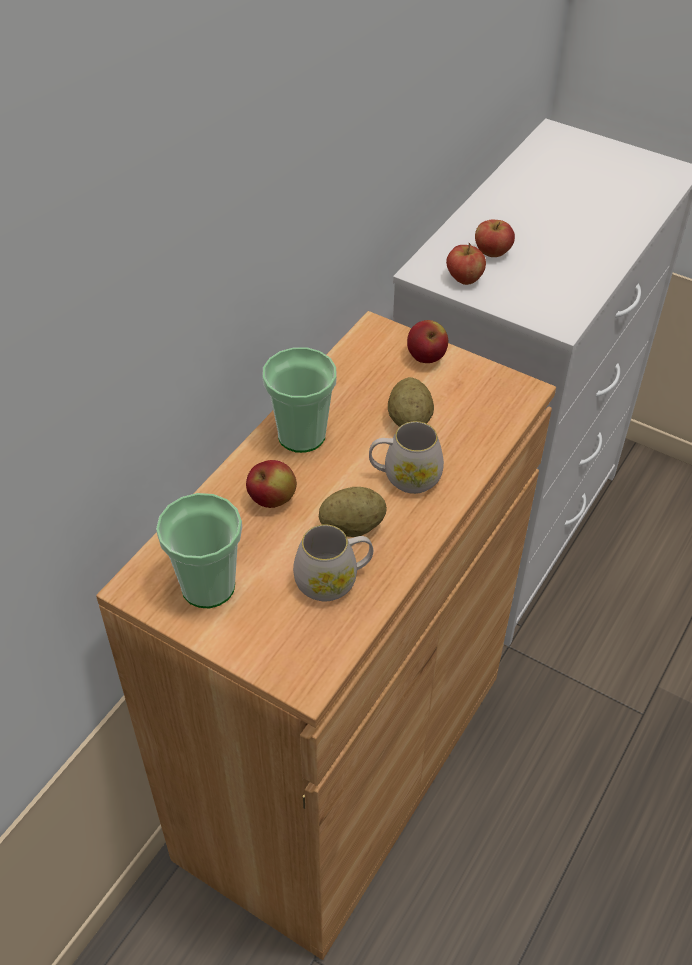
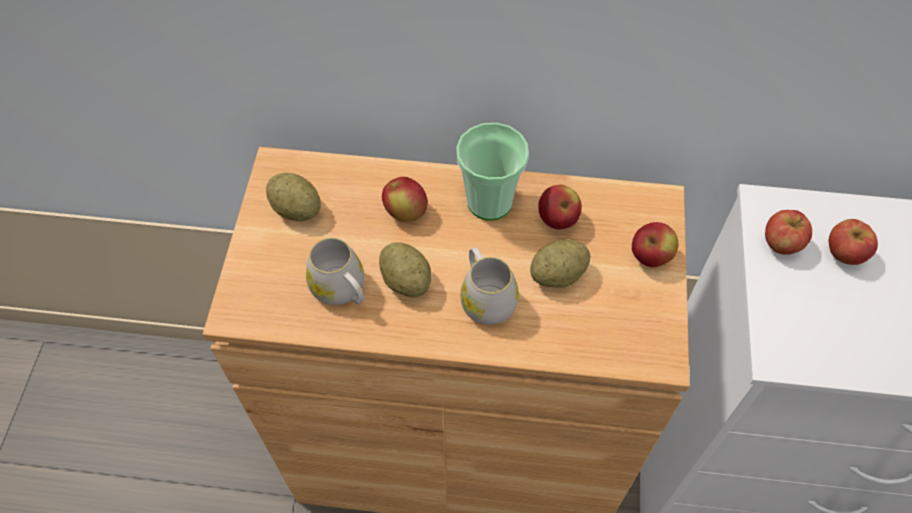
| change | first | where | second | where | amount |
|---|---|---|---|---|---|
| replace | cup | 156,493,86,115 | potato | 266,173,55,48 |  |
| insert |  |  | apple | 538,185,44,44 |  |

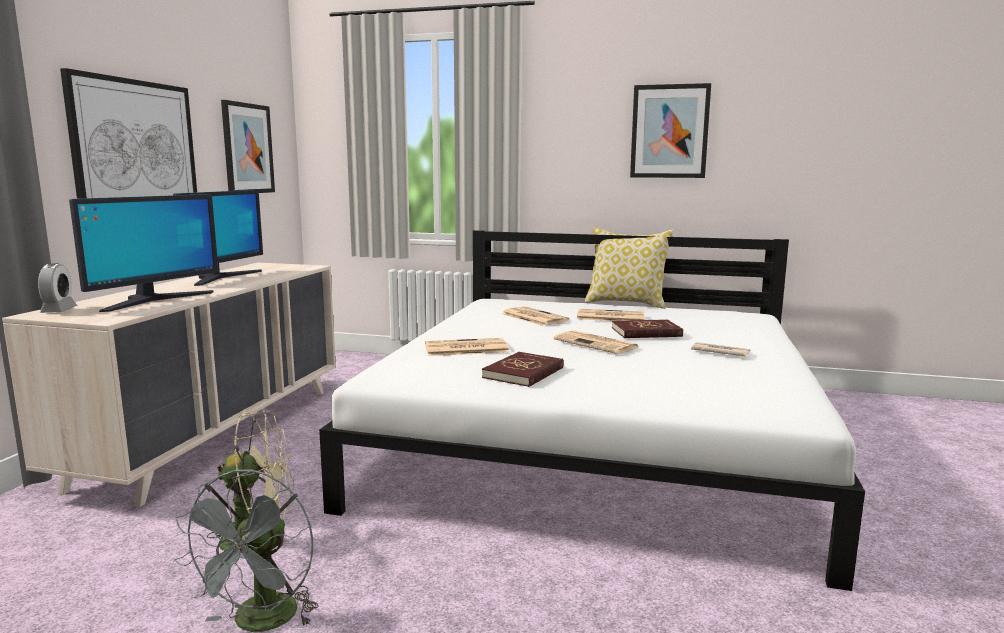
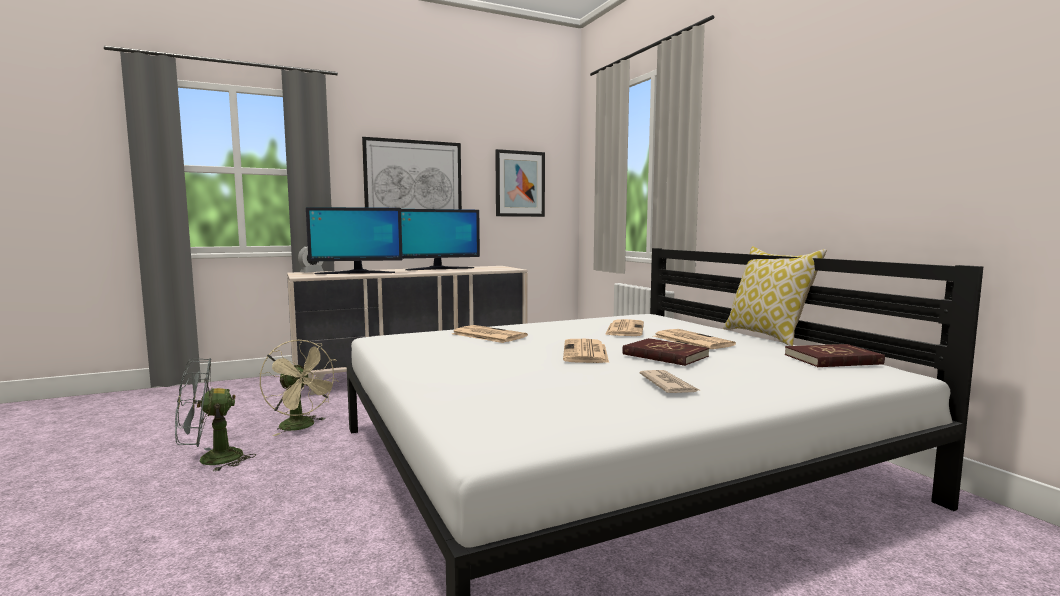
| change | first | where | second | where | amount |
|---|---|---|---|---|---|
| delete | picture | 630,83,81,95 |  |  |  |
| move | book in red | 482,352,82,35 |  | 785,344,100,23 |  |

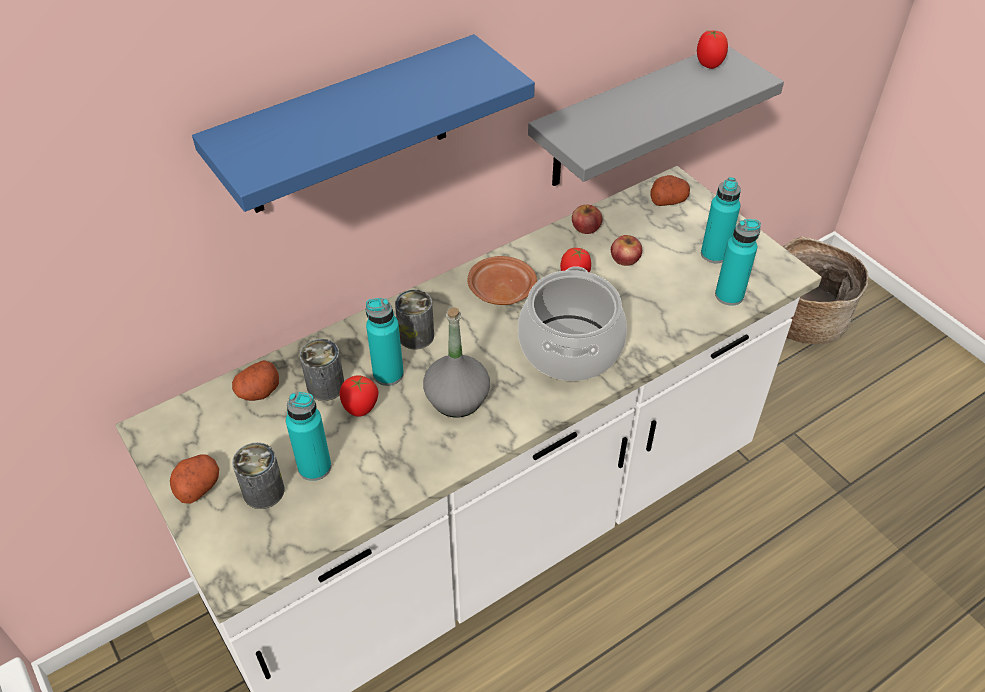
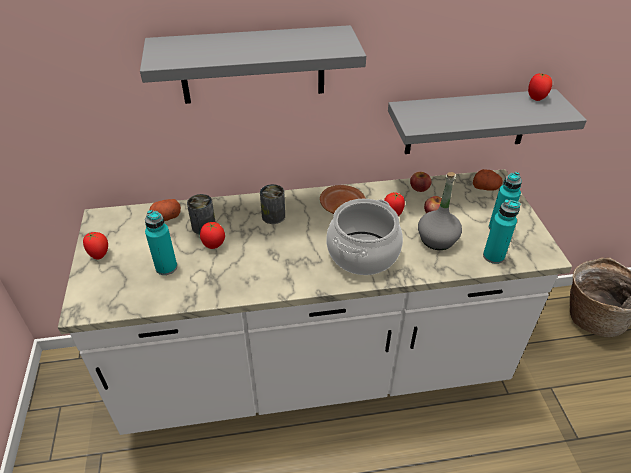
| change | first | where | second | where | amount |
|---|---|---|---|---|---|
| recolor | shelf in blue | 192,34,343,179 | shelf in grey | 140,25,226,79 |  |
| delete | bottle in turquoise | 366,298,38,88 |  |  |  |
| move | bottle in grey | 423,307,67,111 |  | 418,172,44,78 |  |
| delete | can | 232,442,53,67 |  |  |  |
| replace | potato | 170,454,49,50 | tomato | 83,232,25,28 |  |

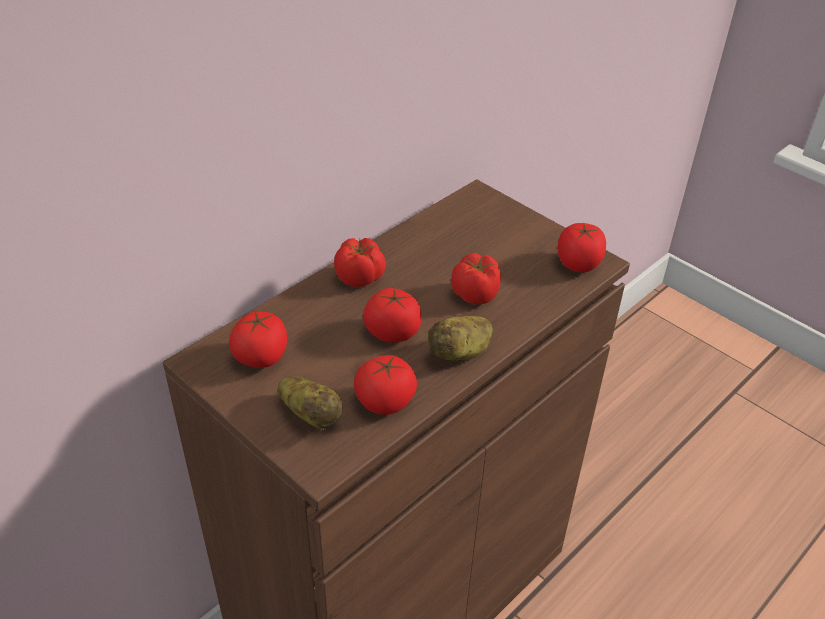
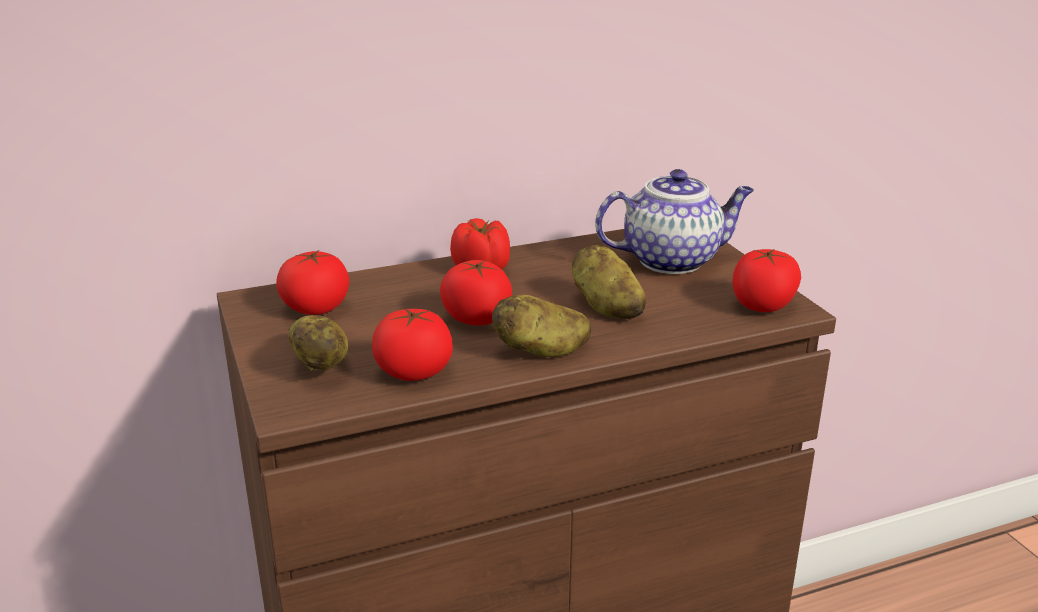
| change | first | where | second | where | amount |
|---|---|---|---|---|---|
| replace | tomato | 451,253,50,52 | potato | 572,245,75,74 |  |
| insert |  |  | teapot | 595,169,159,105 |  |

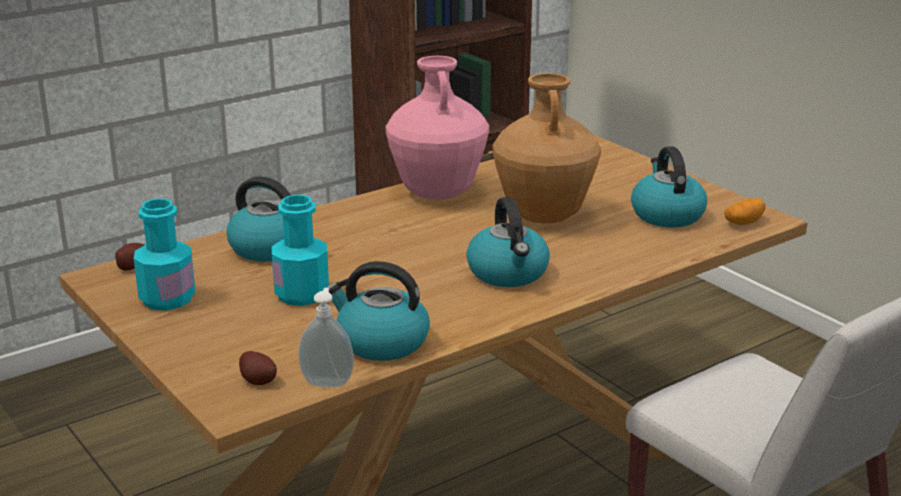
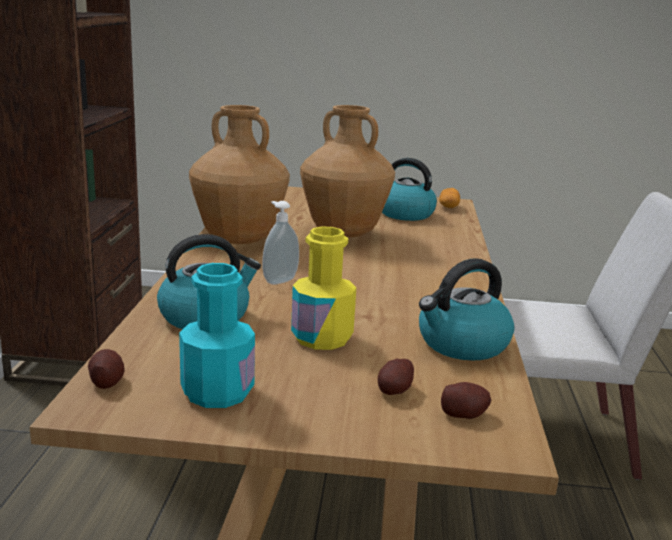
| change | first | where | second | where | amount |
|---|---|---|---|---|---|
| recolor | vase in pink | 386,56,103,144 | vase in brown | 189,105,101,139 |  |
| recolor | bottle in turquoise | 272,195,57,111 | bottle in yellow | 291,227,65,123 |  |
| delete | kettle | 466,197,84,90 |  |  |  |
| move | soap dispenser | 298,288,56,99 |  | 262,201,37,84 |  |
| insert |  |  | potato | 378,359,36,36 |  |

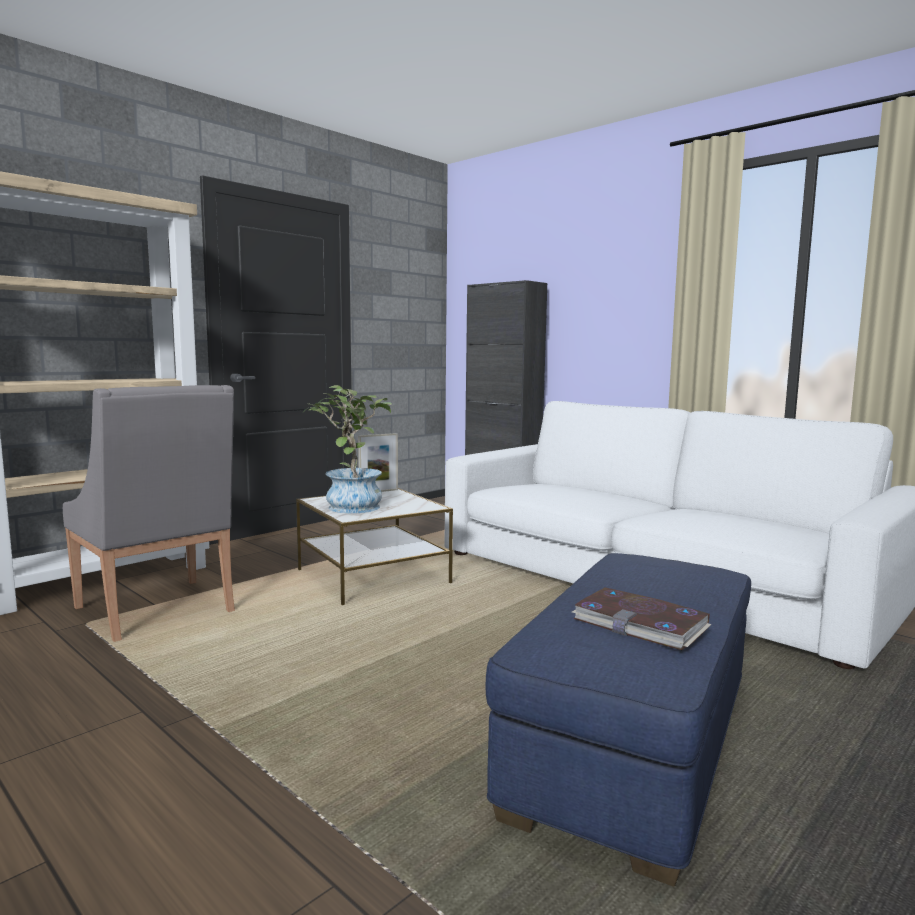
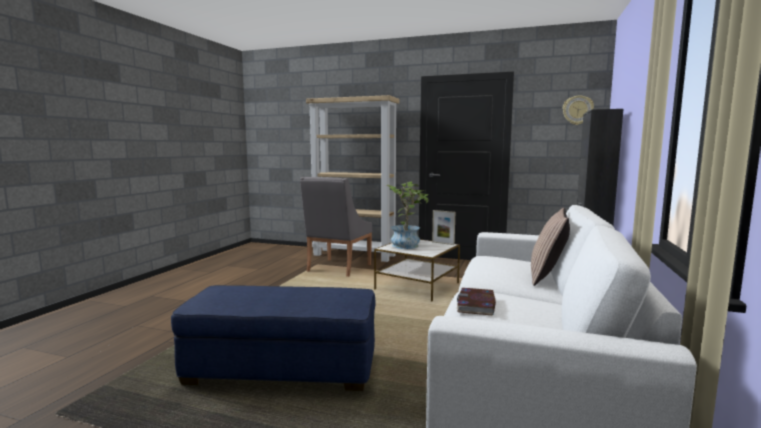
| change | first | where | second | where | amount |
|---|---|---|---|---|---|
| move | book | 572,587,140,63 |  | 457,288,39,27 |  |
| insert |  |  | wall clock | 563,95,31,30 |  |
| insert |  |  | pillow | 531,208,39,78 |  |

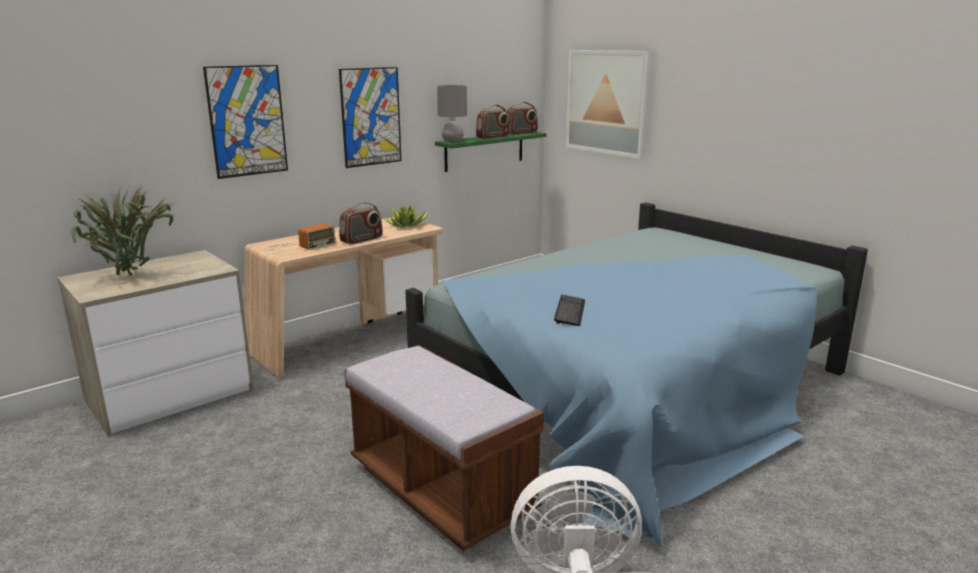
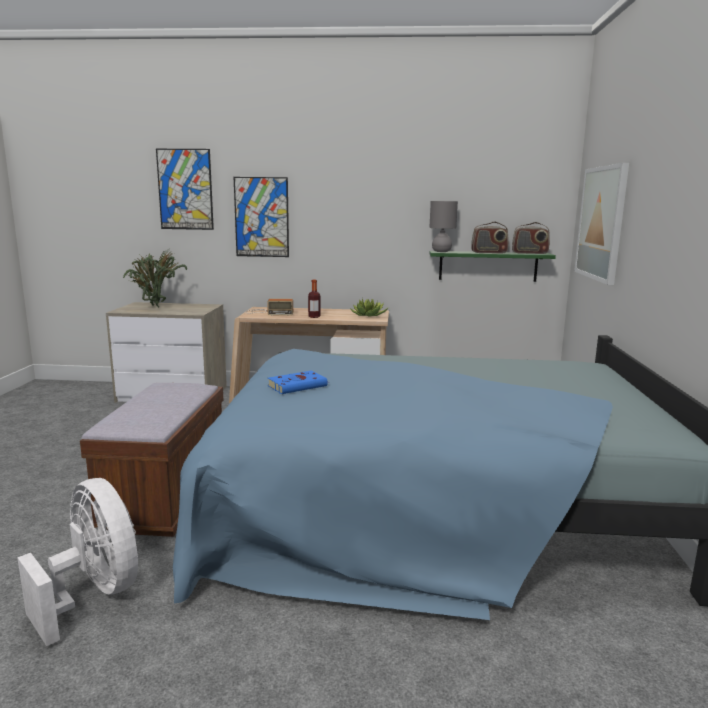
| change | first | where | second | where | amount |
|---|---|---|---|---|---|
| move | picture | 339,67,63,101 |  | 156,149,58,81 |  |
| replace | radio | 339,202,44,42 | bottle | 308,280,12,38 |  |
| replace | keyboard | 554,295,31,31 | book in blue | 268,371,60,23 |  |

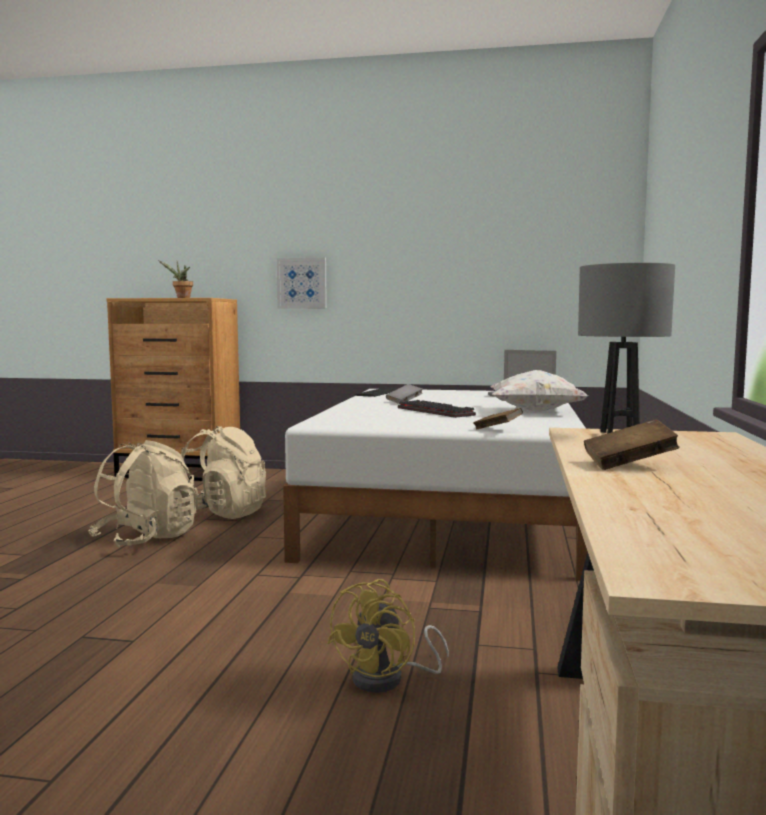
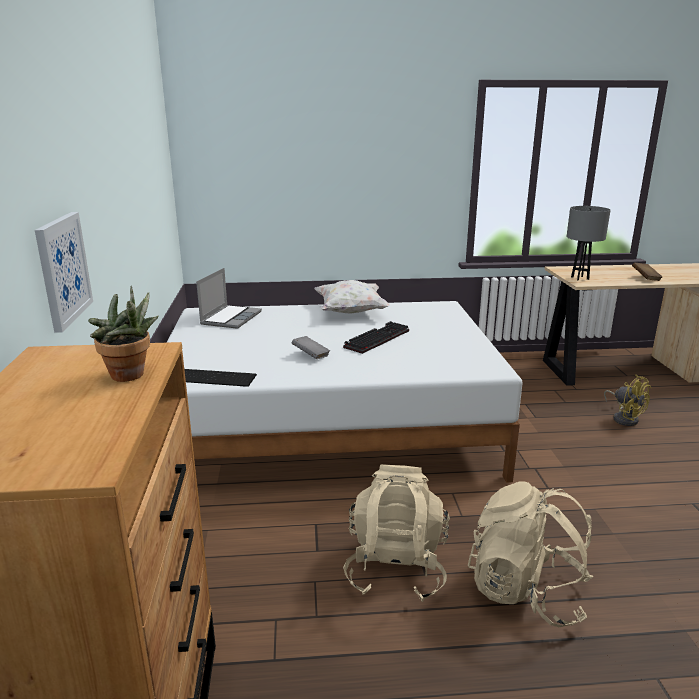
| change | first | where | second | where | amount |
|---|---|---|---|---|---|
| delete | book in brown | 474,408,49,22 |  |  |  |
| rotate | fan in yellow | 327,579,122,114 |  | 604,374,47,52 | 45 degrees clockwise |

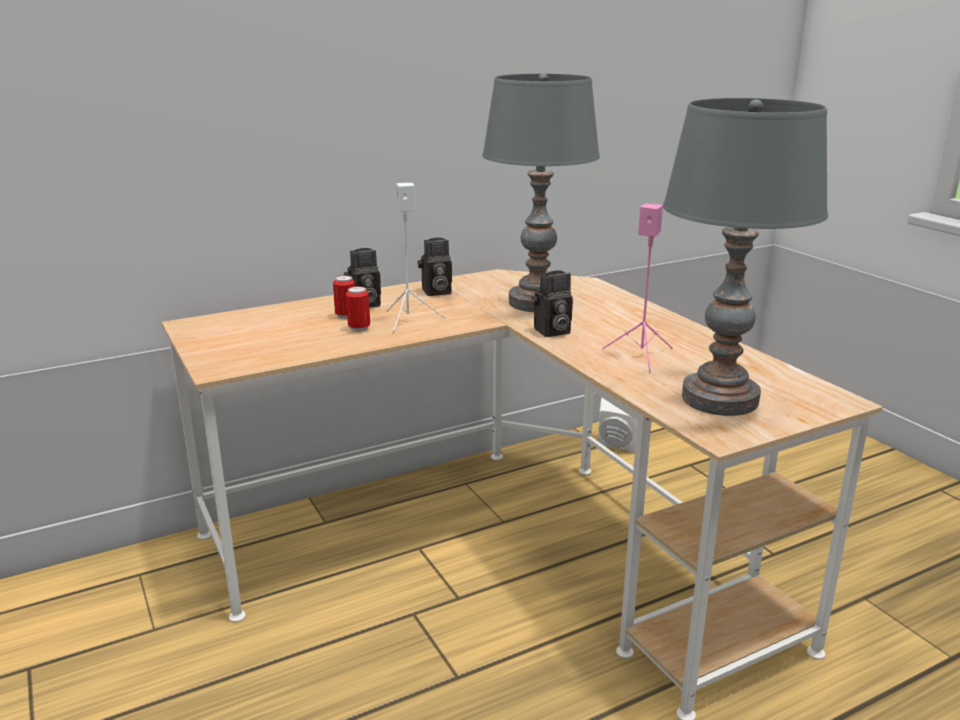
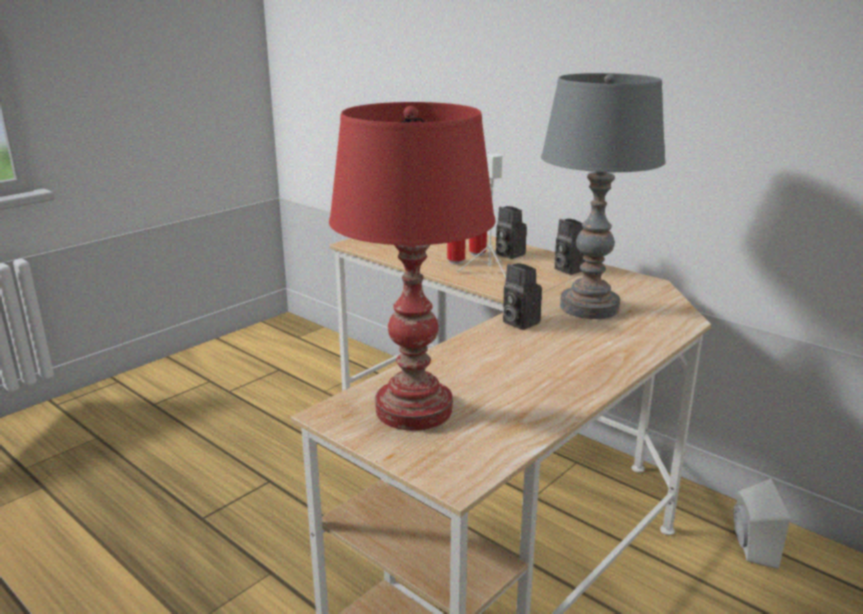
| change | first | where | second | where | amount |
|---|---|---|---|---|---|
| recolor | table lamp in grey | 663,98,165,318 | table lamp in red | 329,102,167,329 |  |
| delete | speaker in pink | 602,204,71,169 |  |  |  |

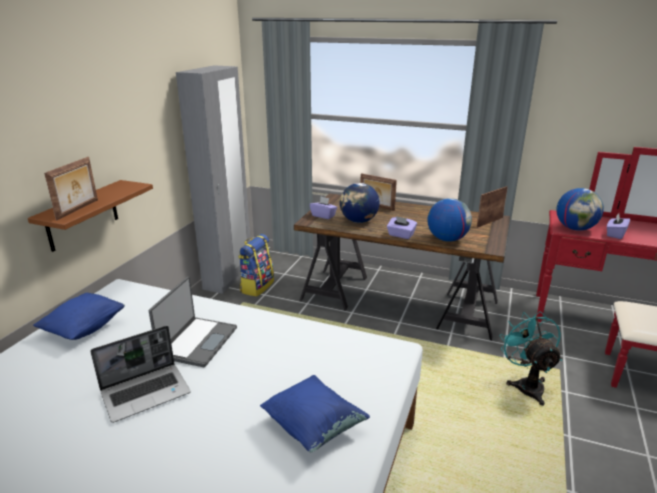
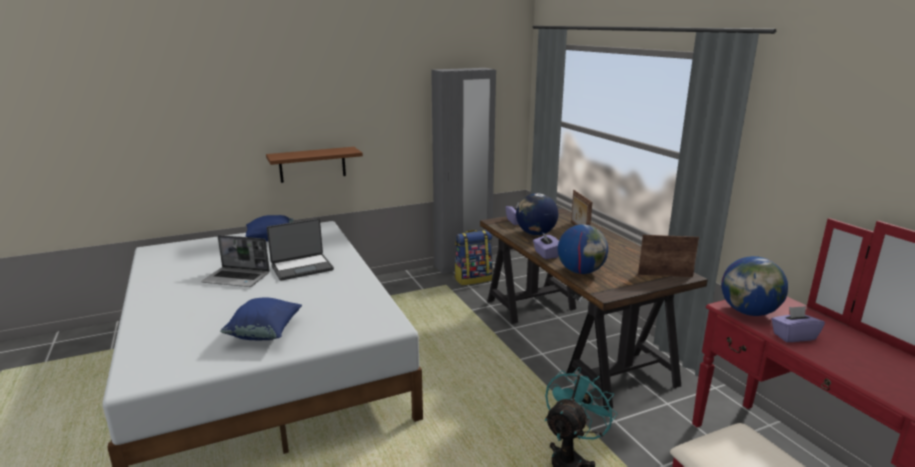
| change | first | where | second | where | amount |
|---|---|---|---|---|---|
| delete | picture frame | 44,157,54,63 |  |  |  |

